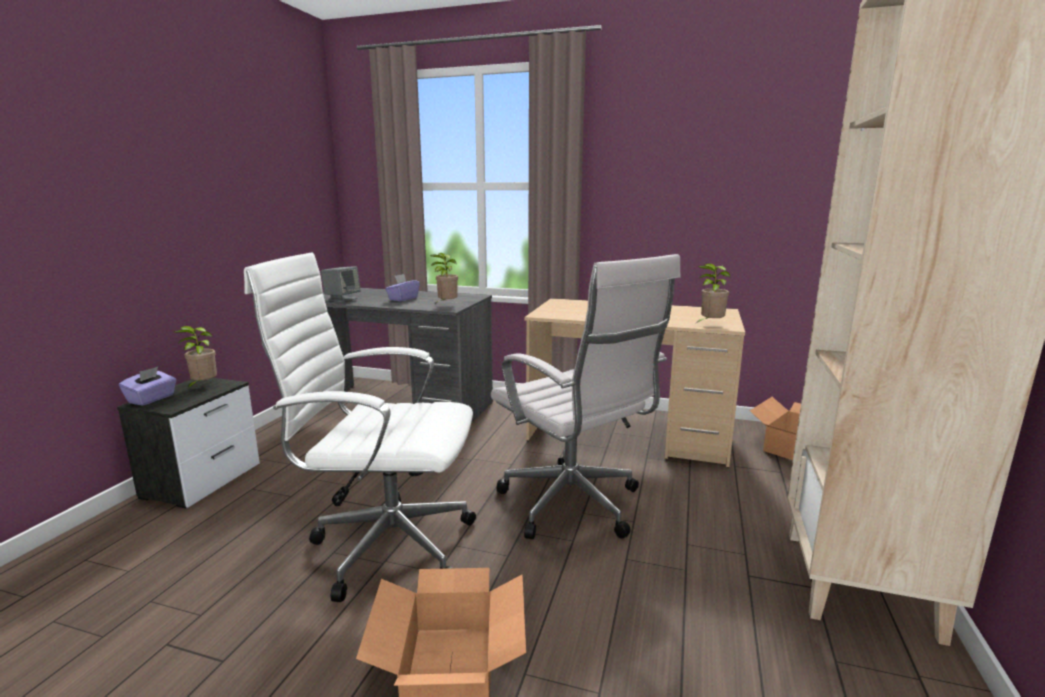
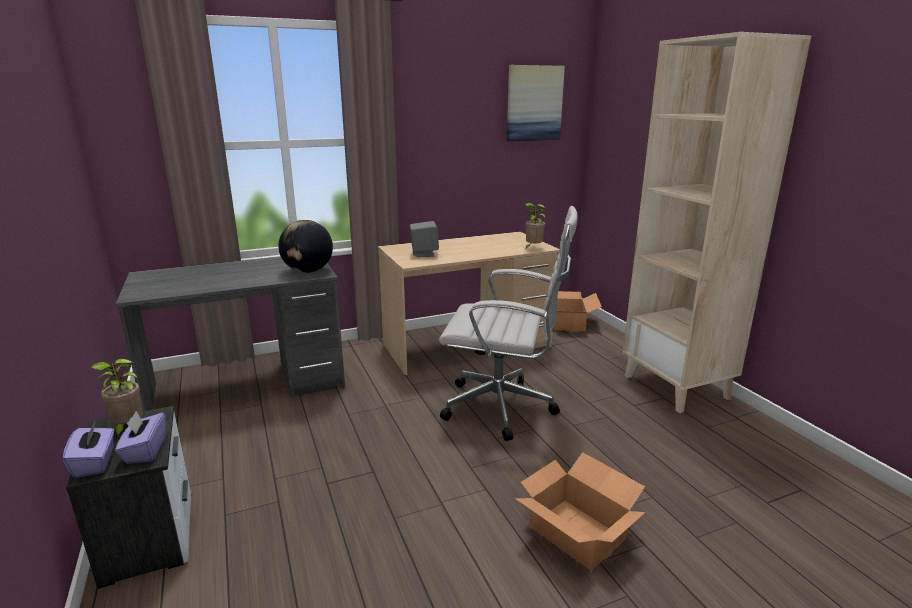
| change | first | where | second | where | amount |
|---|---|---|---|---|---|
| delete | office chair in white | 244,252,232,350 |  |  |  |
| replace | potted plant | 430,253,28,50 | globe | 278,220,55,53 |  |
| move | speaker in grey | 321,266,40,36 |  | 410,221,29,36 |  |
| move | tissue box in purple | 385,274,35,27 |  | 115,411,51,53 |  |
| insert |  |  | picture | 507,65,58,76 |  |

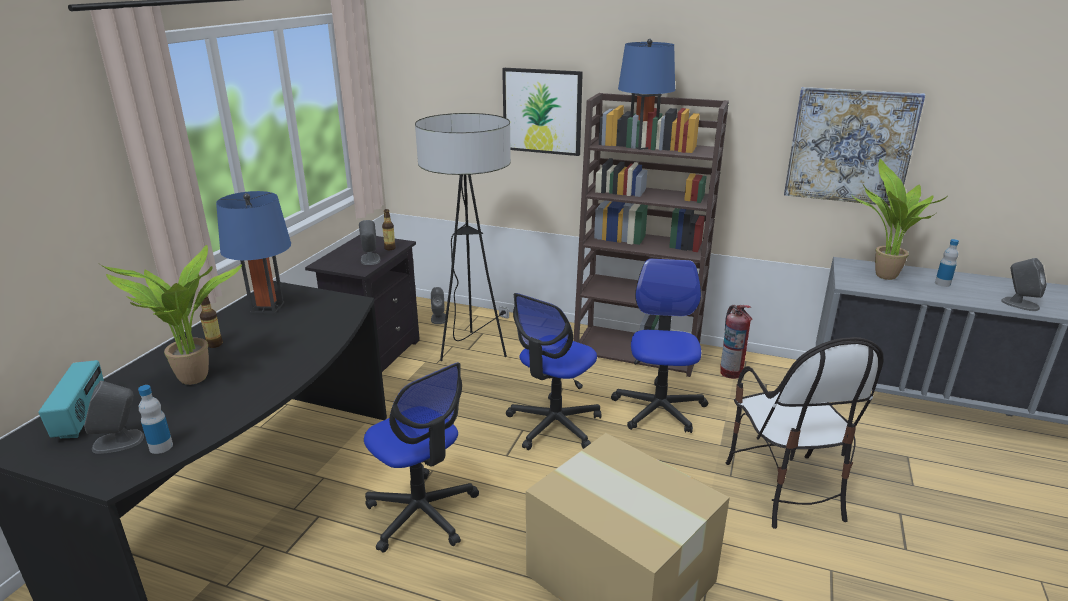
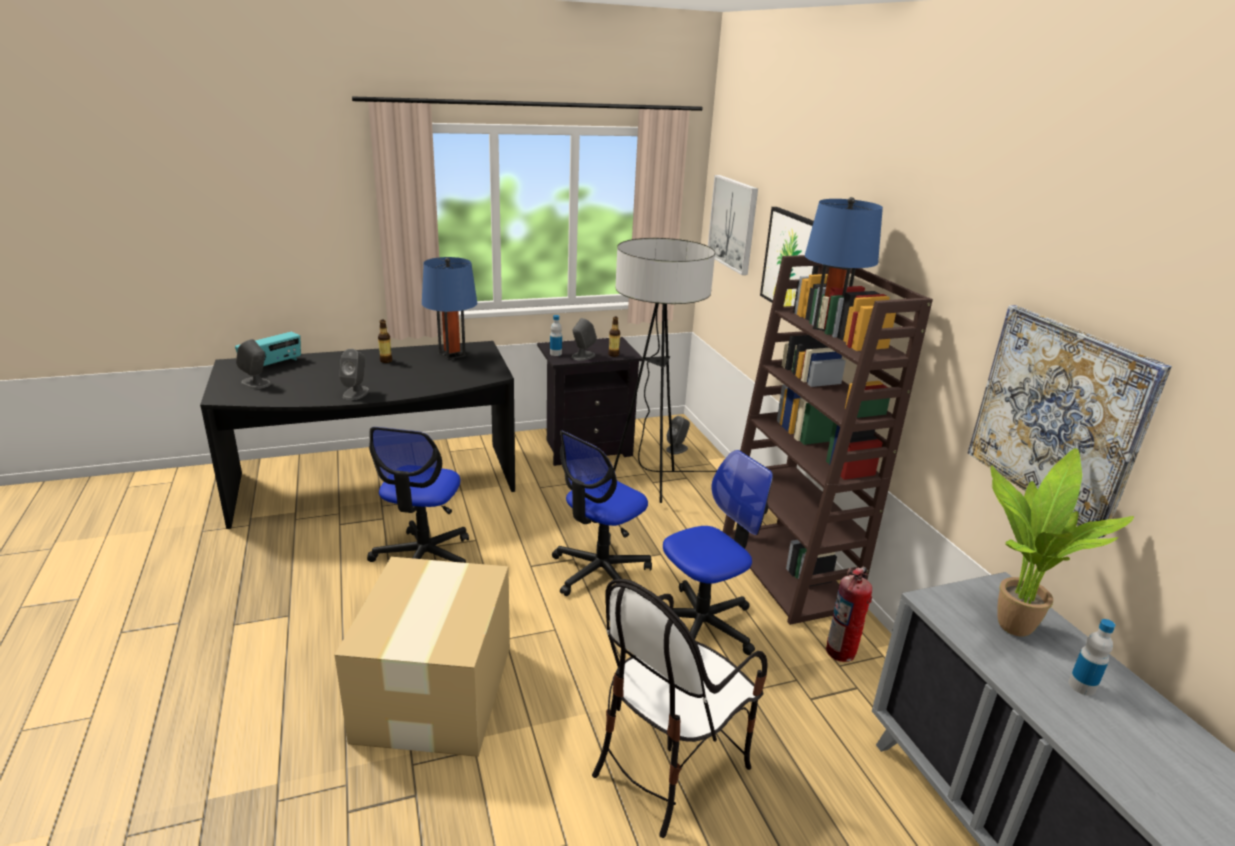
| change | first | where | second | where | amount |
|---|---|---|---|---|---|
| delete | potted plant | 97,245,145,140 |  |  |  |
| move | speaker in grey | 1001,258,46,53 |  | 339,349,31,51 |  |
| rotate | office chair | 506,293,95,157 |  | 552,431,100,165 | 45 degrees counterclockwise |
| move | bottle | 138,385,35,69 |  | 550,315,12,41 |  |
| insert |  |  | picture | 708,175,50,100 |  |

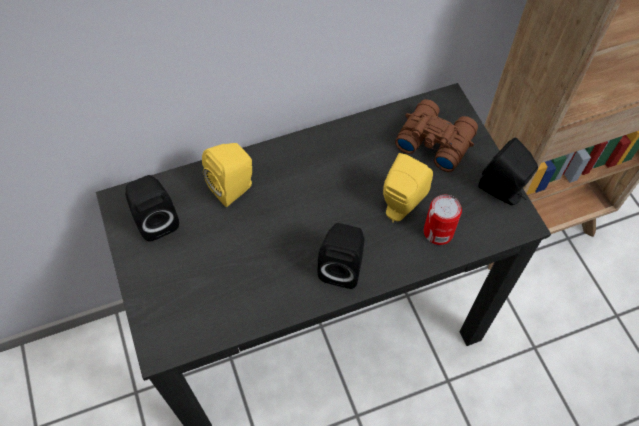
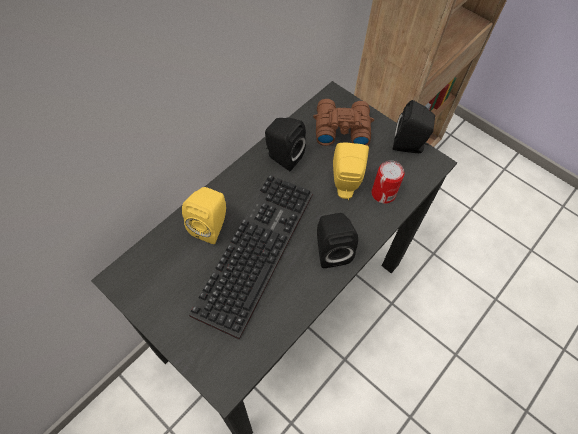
| change | first | where | second | where | amount |
|---|---|---|---|---|---|
| move | speaker in black | 125,175,54,67 |  | 265,118,41,53 |  |
| insert |  |  | keyboard | 189,174,124,166 |  |

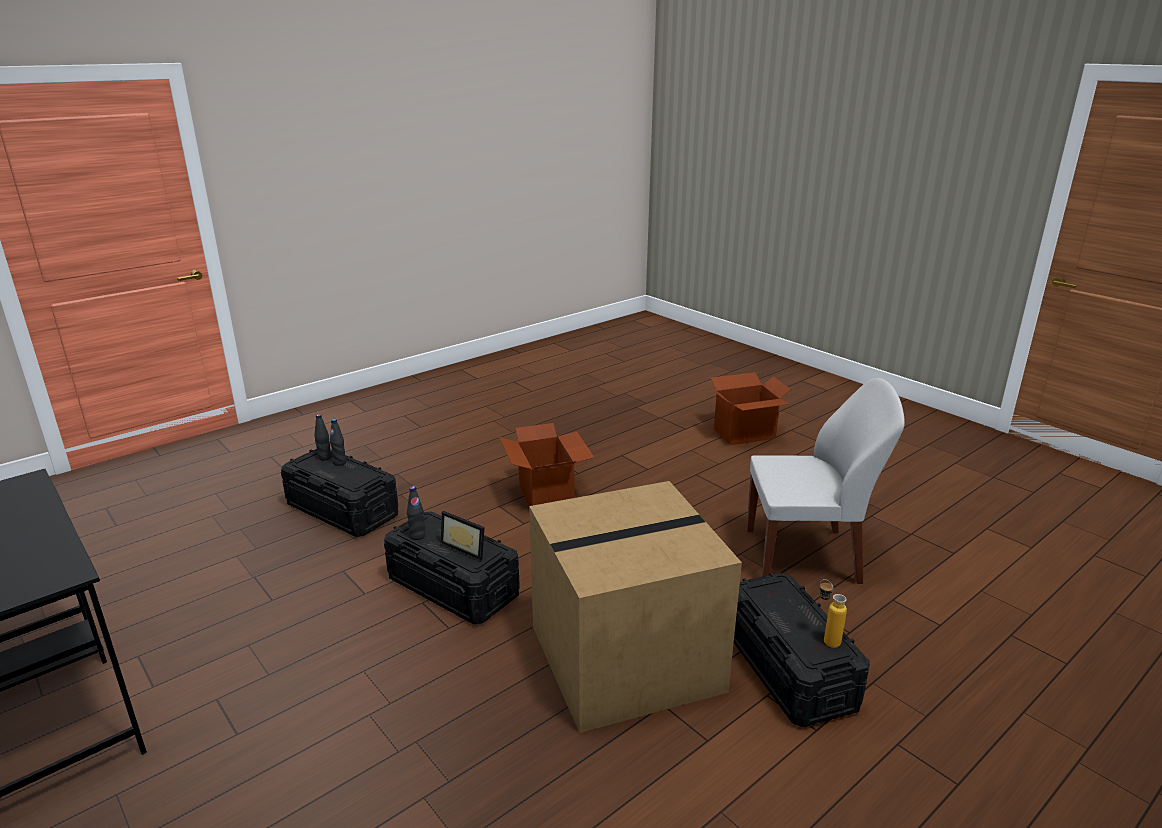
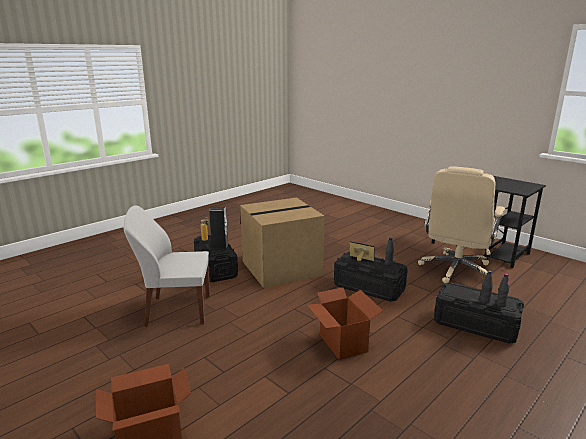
| change | first | where | second | where | amount |
|---|---|---|---|---|---|
| insert |  |  | office chair in beige | 418,166,87,117 |  |
| insert |  |  | speaker | 209,207,20,44 |  |

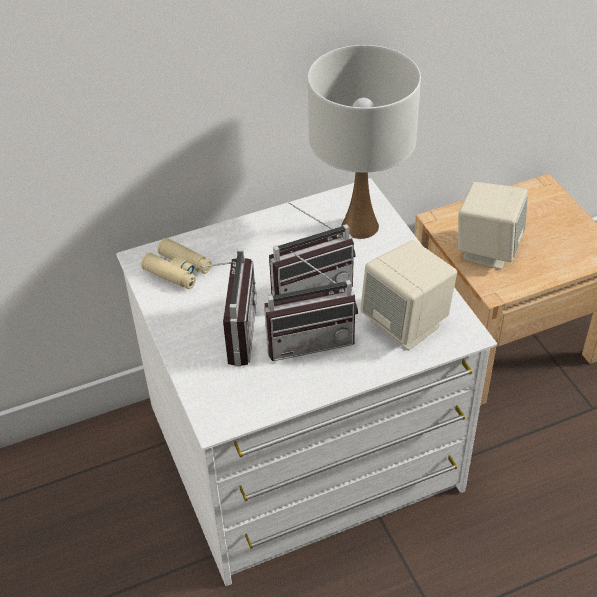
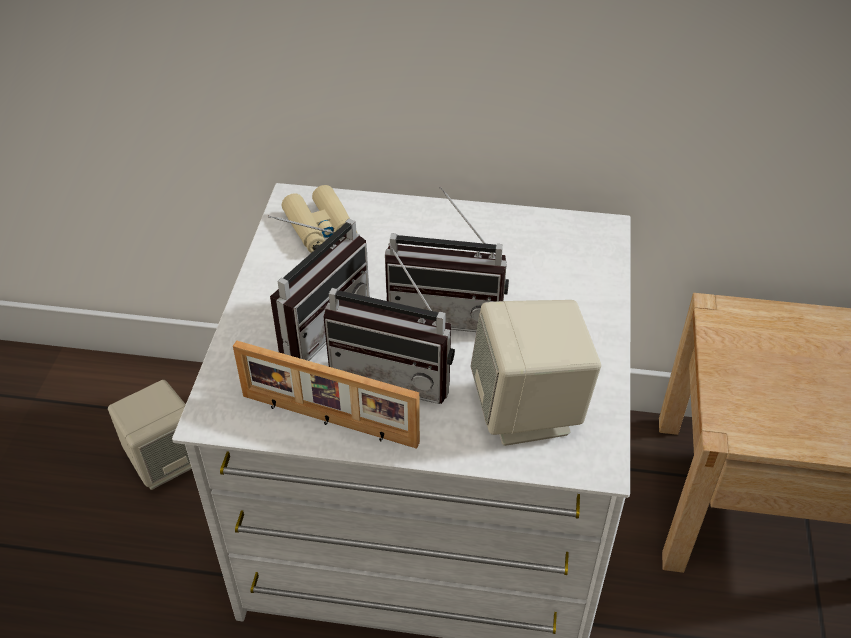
| change | first | where | second | where | amount |
|---|---|---|---|---|---|
| delete | table lamp in white | 308,45,113,194 |  |  |  |
| move | speaker in beige | 458,182,70,88 |  | 108,380,84,110 |  |
| insert |  |  | picture frame | 233,341,187,108 |  |

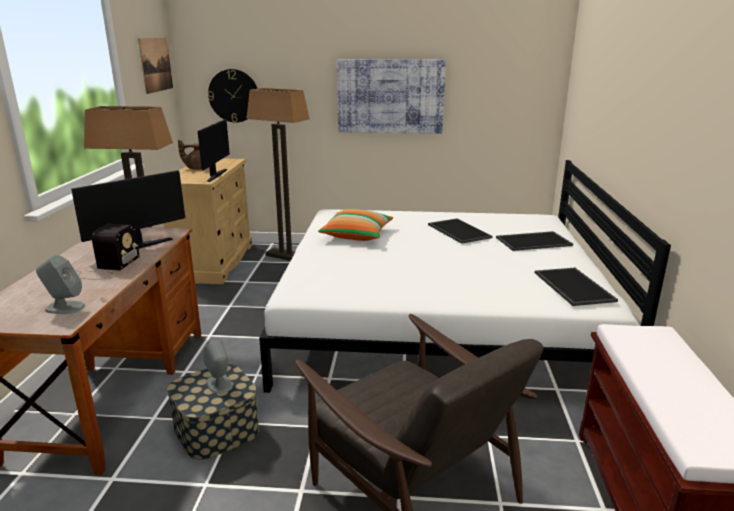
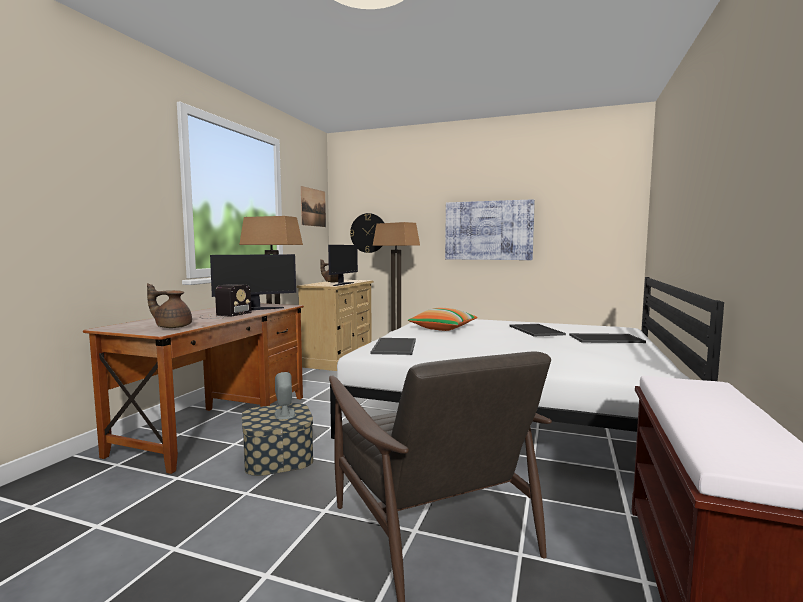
| change | first | where | second | where | amount |
|---|---|---|---|---|---|
| replace | speaker in grey | 36,255,49,59 | teapot in brown | 147,283,45,45 |  |
| move | tray | 535,268,83,38 |  | 371,338,45,17 |  |

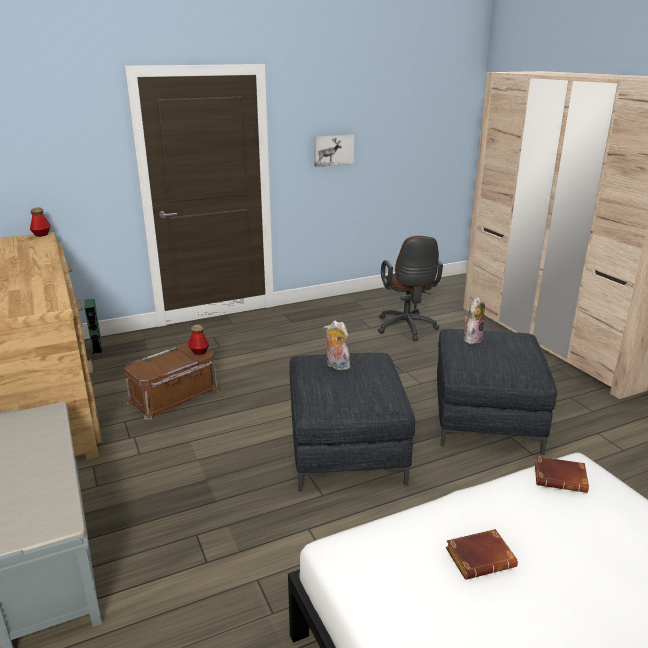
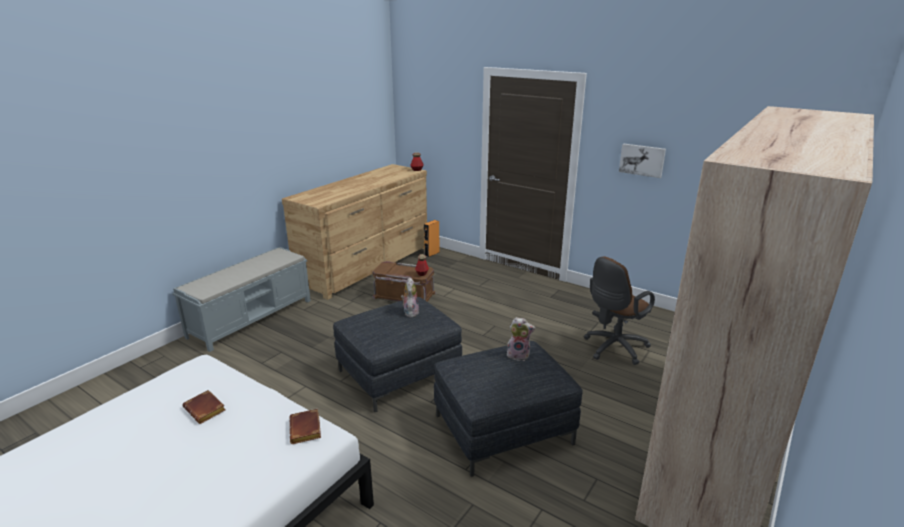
| change | first | where | second | where | amount |
|---|---|---|---|---|---|
| recolor | speaker in green | 85,299,17,55 | speaker in orange | 424,220,16,37 |  |

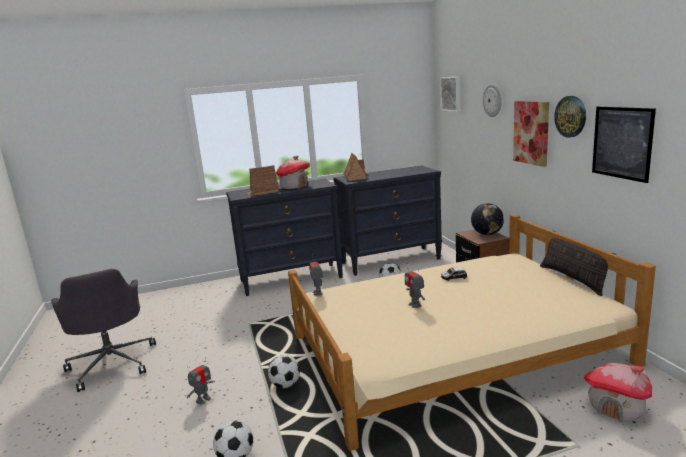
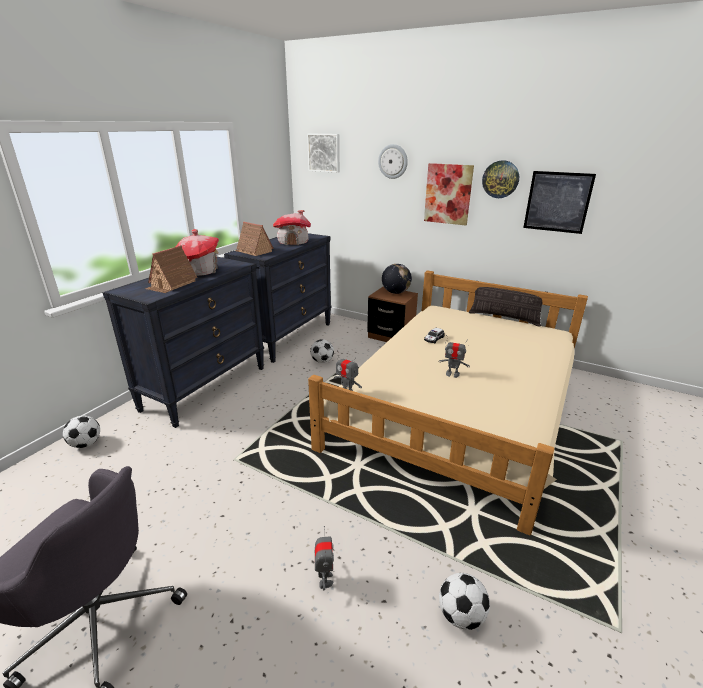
| change | first | where | second | where | amount |
|---|---|---|---|---|---|
| move | football | 268,355,32,33 |  | 63,416,37,32 |  |
| move | toy house | 584,363,68,59 |  | 273,210,38,35 |  |

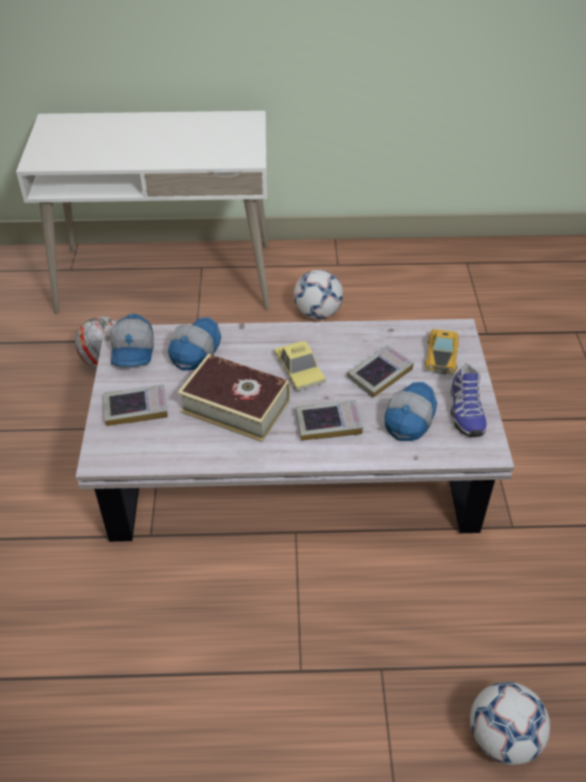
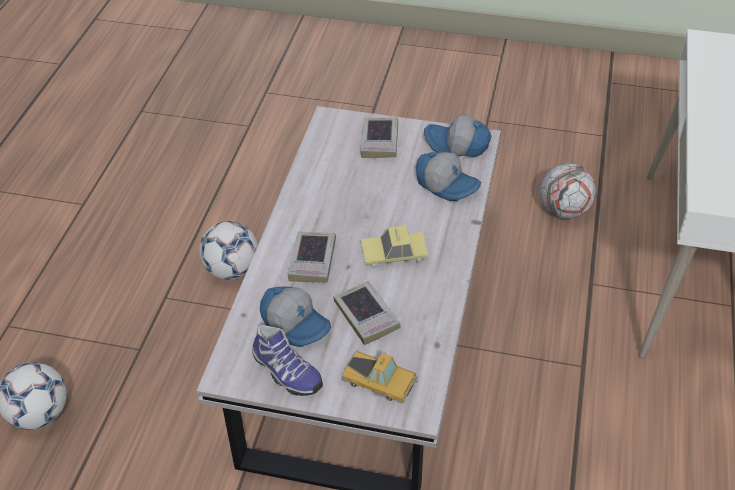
| change | first | where | second | where | amount |
|---|---|---|---|---|---|
| move | football | 294,270,49,49 |  | 199,221,59,59 |  |
| delete | book | 178,354,112,88 |  |  |  |
| rotate | shoe | 451,363,36,74 |  | 252,325,71,71 | 150 degrees counterclockwise |

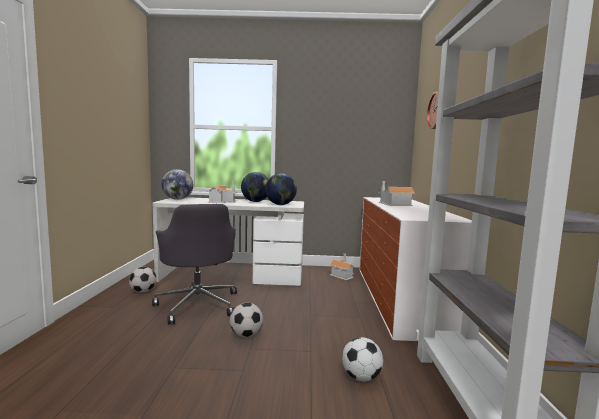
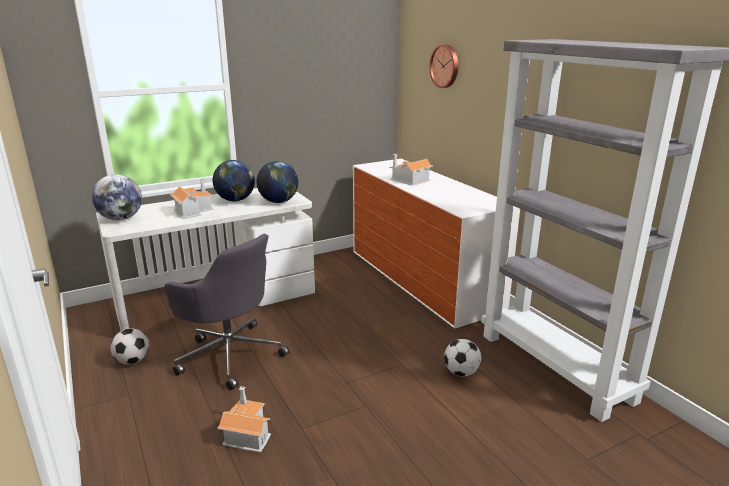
| change | first | where | second | where | amount |
|---|---|---|---|---|---|
| move | toy house | 330,254,24,26 |  | 218,386,53,67 |  |
| delete | football | 230,303,33,34 |  |  |  |

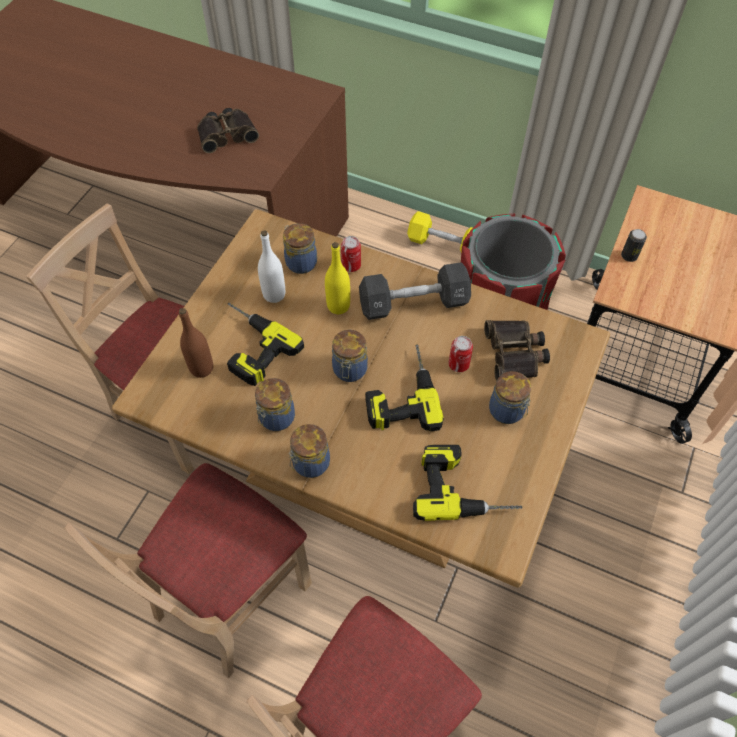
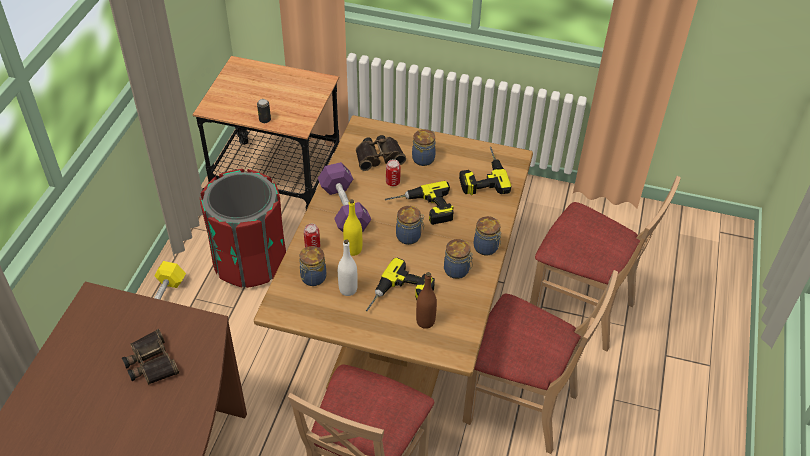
| change | first | where | second | where | amount |
|---|---|---|---|---|---|
| recolor | dumbbell in black | 359,262,112,58 | dumbbell in purple | 318,162,53,70 |  |

